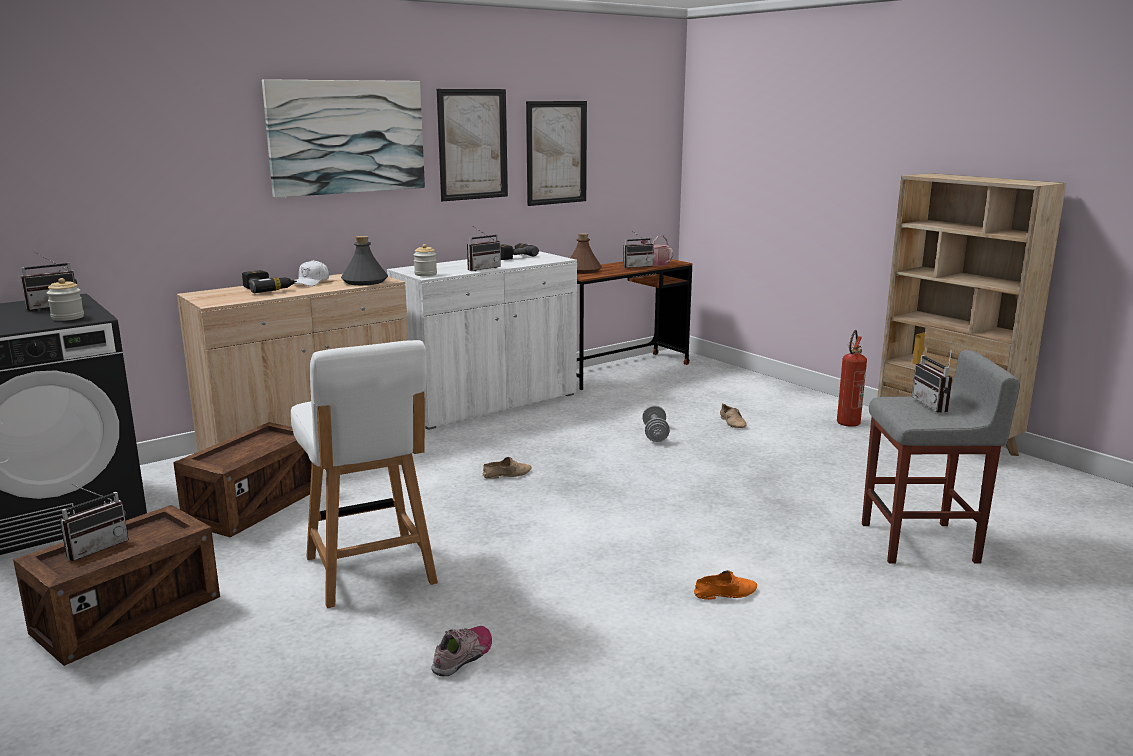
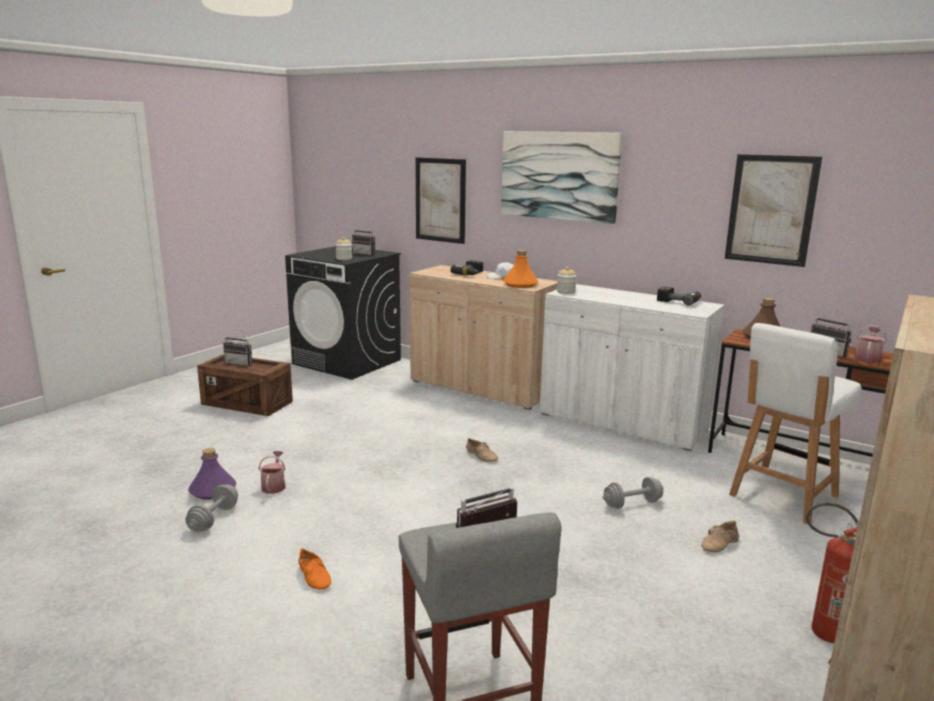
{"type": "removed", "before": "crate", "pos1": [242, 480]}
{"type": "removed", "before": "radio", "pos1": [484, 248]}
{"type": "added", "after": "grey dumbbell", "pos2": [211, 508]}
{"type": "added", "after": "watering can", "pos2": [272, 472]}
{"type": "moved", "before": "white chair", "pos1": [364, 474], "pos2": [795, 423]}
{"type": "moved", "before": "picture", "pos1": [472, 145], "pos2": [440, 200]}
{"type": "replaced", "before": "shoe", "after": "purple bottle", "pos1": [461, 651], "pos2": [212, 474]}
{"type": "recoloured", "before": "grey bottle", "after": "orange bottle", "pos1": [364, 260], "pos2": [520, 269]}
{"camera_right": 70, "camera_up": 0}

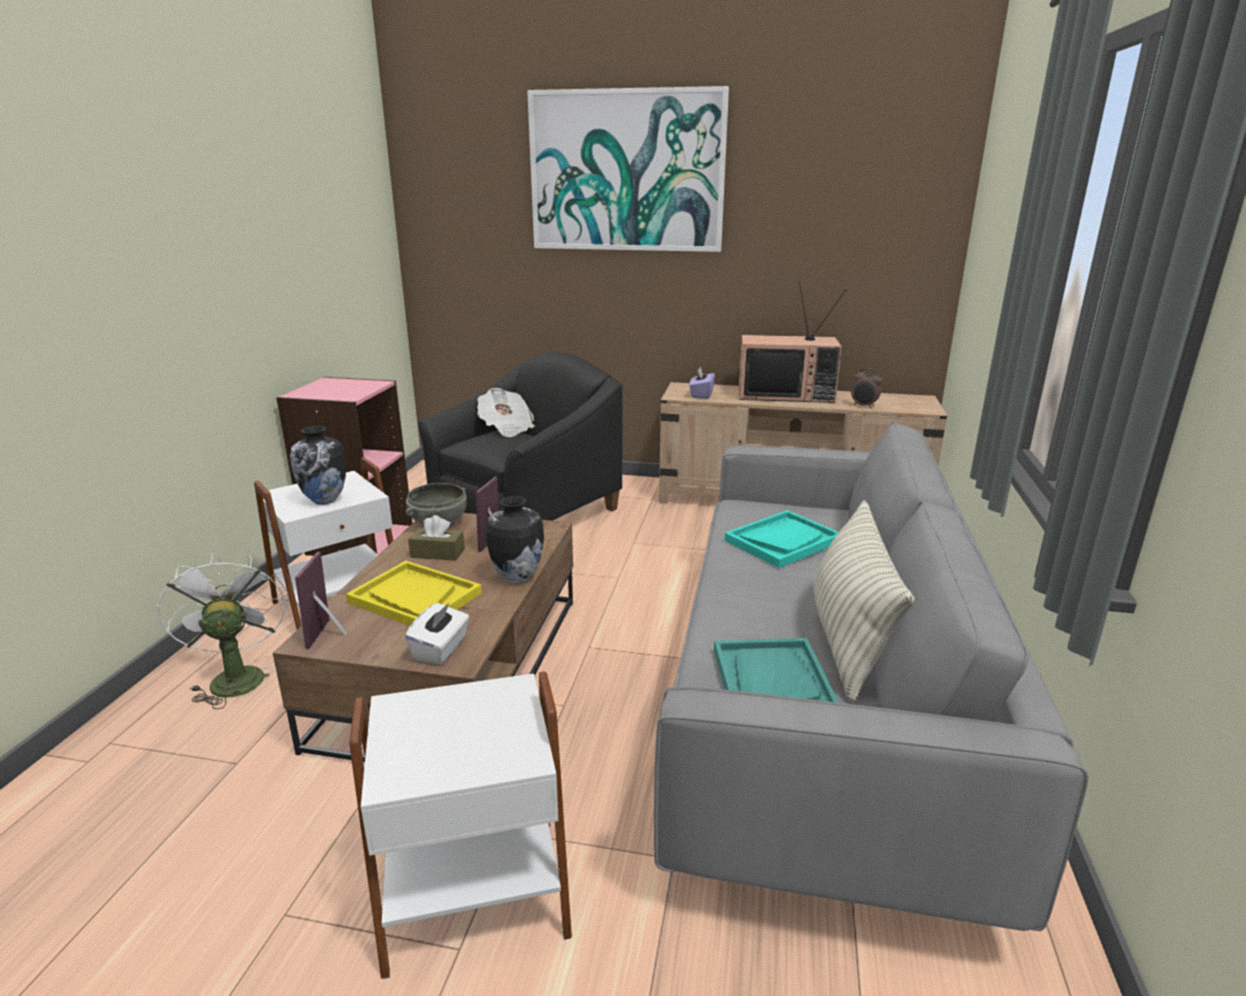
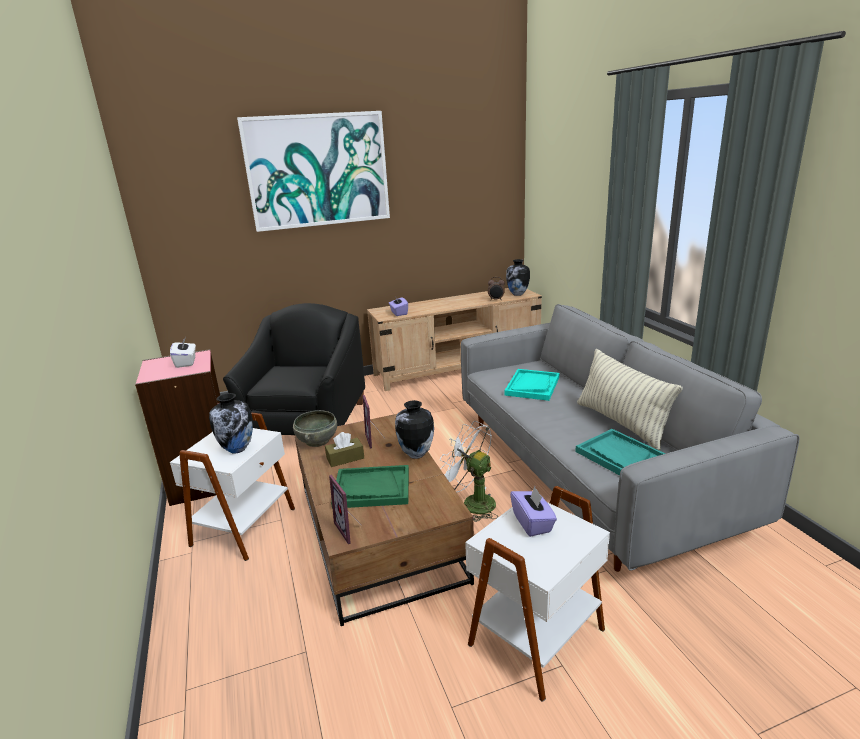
{"type": "removed", "before": "newspaper", "pos1": [506, 412]}
{"type": "removed", "before": "television", "pos1": [792, 342]}
{"type": "added", "after": "vase", "pos2": [518, 277]}
{"type": "added", "after": "purple tissue box", "pos2": [533, 511]}
{"type": "moved", "before": "white fan", "pos1": [221, 631], "pos2": [469, 471]}
{"type": "moved", "before": "white tissue box", "pos1": [437, 633], "pos2": [183, 352]}
{"type": "recoloured", "before": "yellow tray", "after": "green tray", "pos1": [414, 593], "pos2": [370, 486]}
{"camera_right": -30, "camera_up": 0}

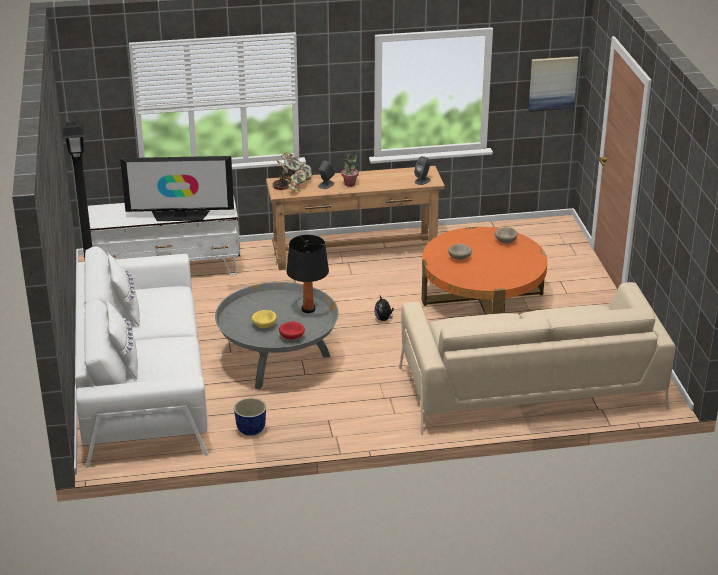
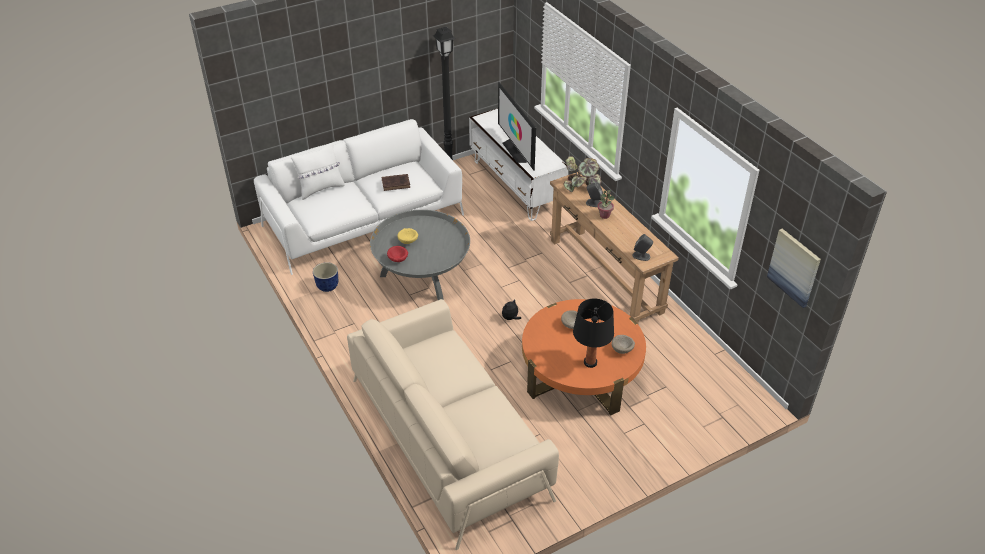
{"type": "removed", "before": "white pillow", "pos1": [124, 289]}
{"type": "added", "after": "brown book", "pos2": [396, 182]}
{"type": "moved", "before": "black table lamp", "pos1": [307, 274], "pos2": [593, 333]}
{"camera_right": 70, "camera_up": 10}

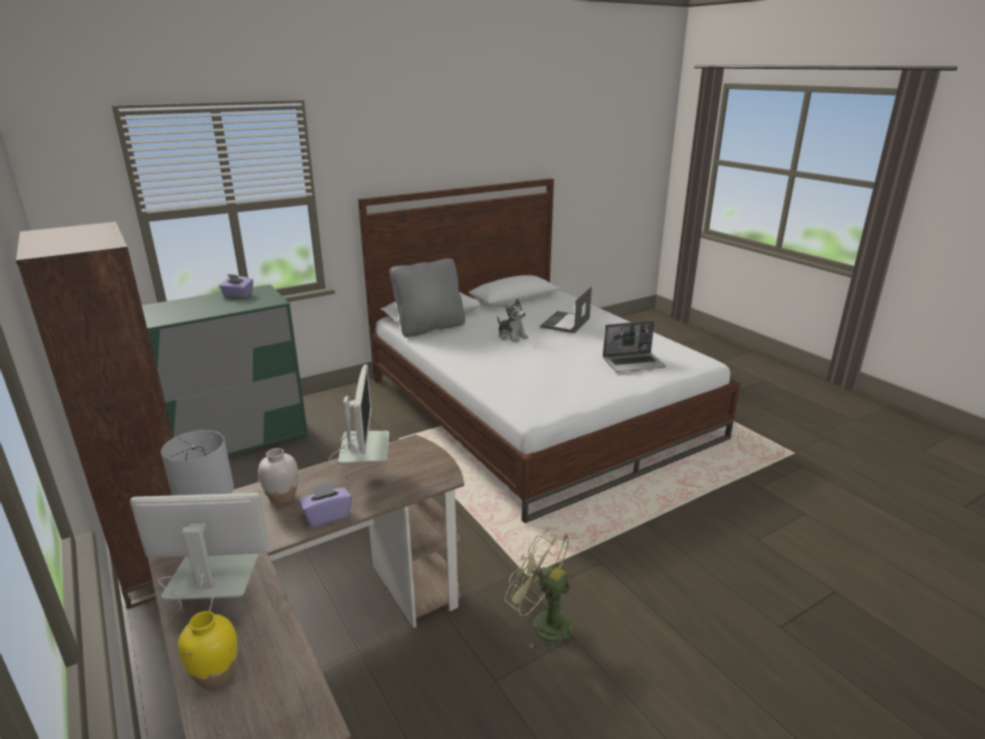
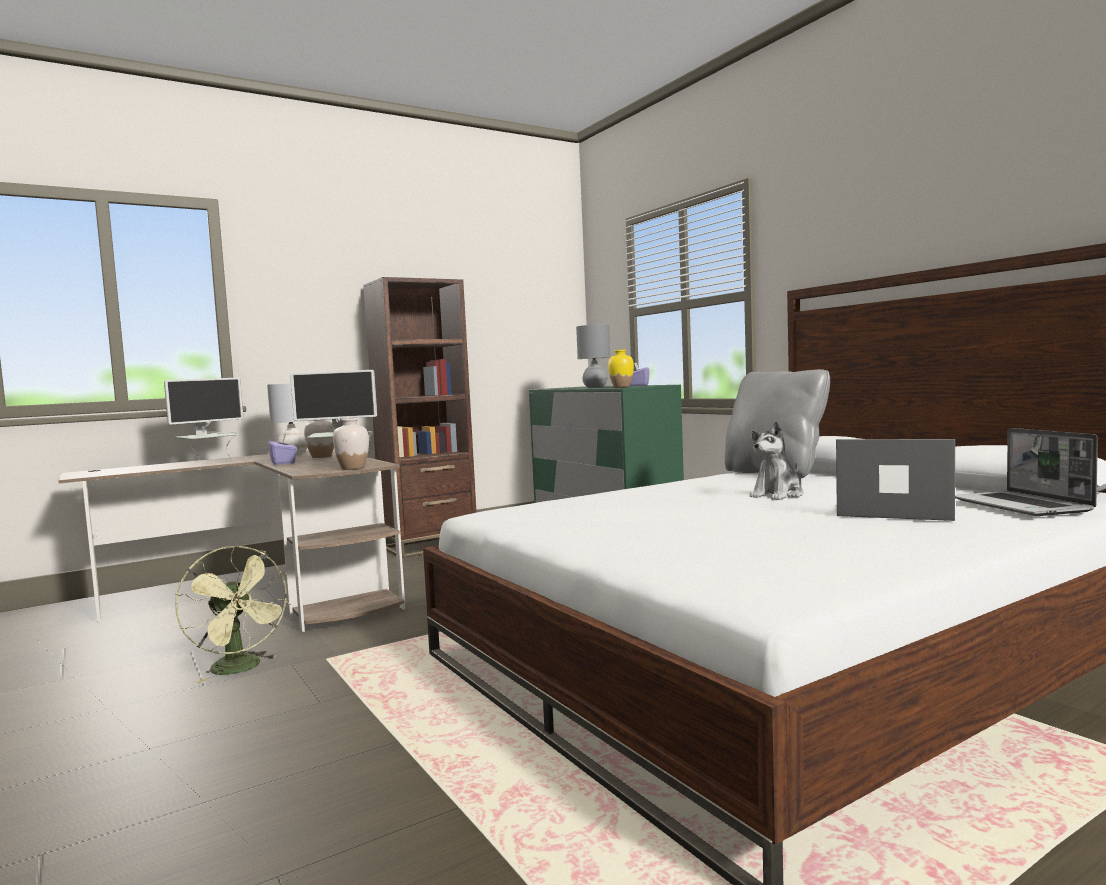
{"type": "added", "after": "white vase", "pos2": [351, 444]}
{"type": "added", "after": "grey table lamp", "pos2": [593, 356]}
{"type": "moved", "before": "yellow vase", "pos1": [207, 650], "pos2": [621, 368]}
{"type": "moved", "before": "laptop", "pos1": [634, 346], "pos2": [1026, 472]}
{"type": "turned", "before": "monitor", "pos1": [200, 552], "pos2": [204, 419], "turn": 45}
{"type": "turned", "before": "green fan", "pos1": [540, 590], "pos2": [233, 614], "turn": 105}
{"camera_right": 90, "camera_up": -20}

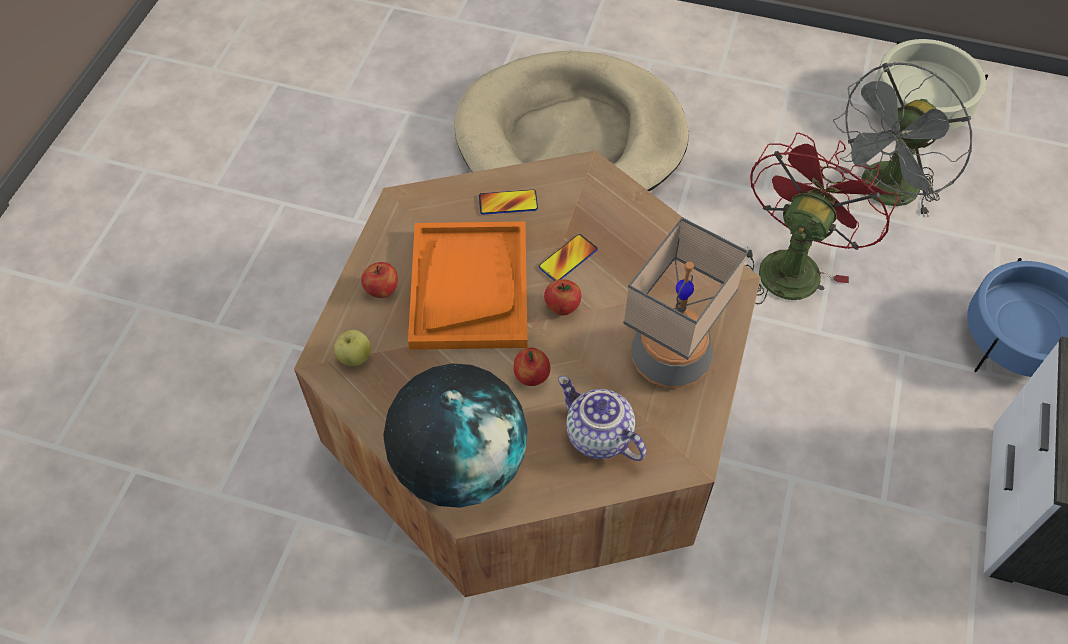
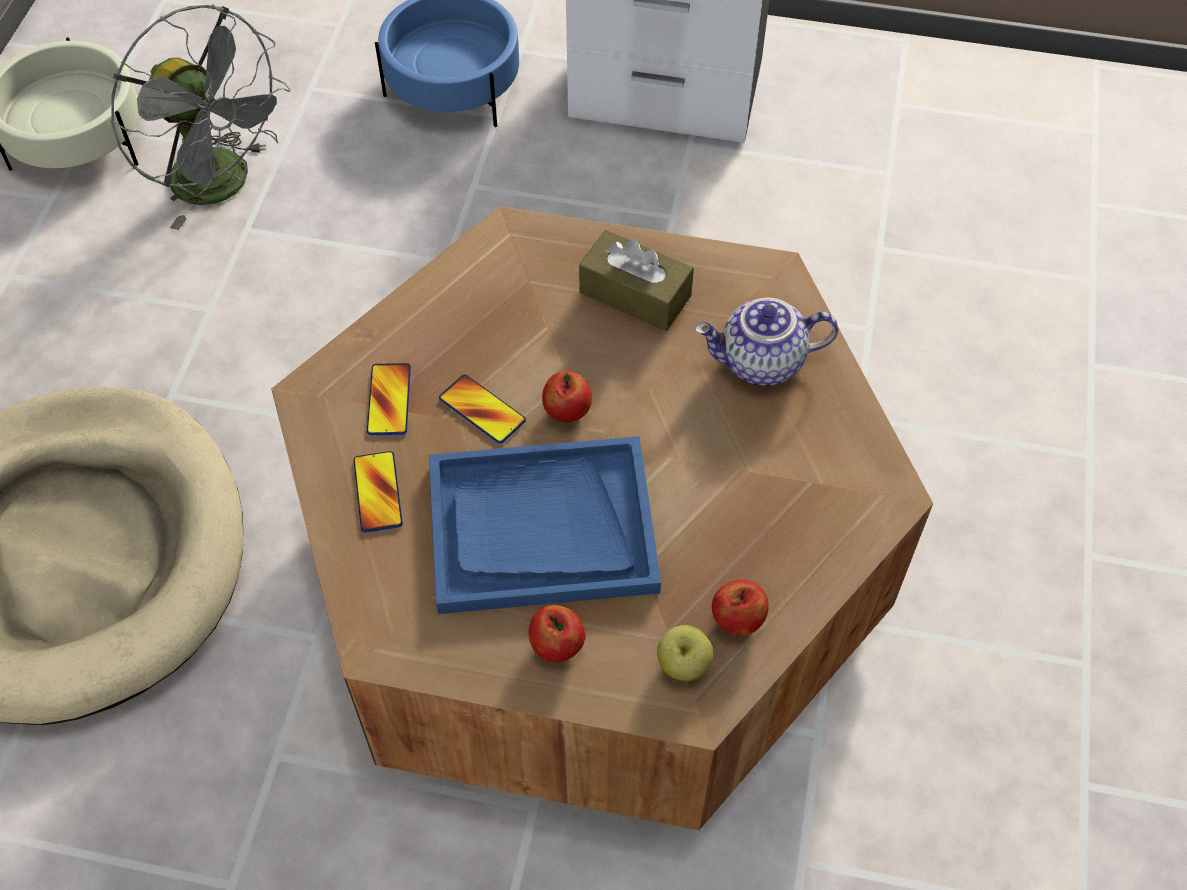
{"type": "removed", "before": "globe", "pos1": [455, 435]}
{"type": "removed", "before": "red fan", "pos1": [821, 218]}
{"type": "added", "after": "phone", "pos2": [389, 399]}
{"type": "moved", "before": "apple", "pos1": [532, 367], "pos2": [740, 608]}
{"type": "replaced", "before": "table lamp", "after": "brown tissue box", "pos1": [685, 302], "pos2": [636, 280]}
{"type": "recoloured", "before": "orange tray", "after": "blue tray", "pos1": [468, 286], "pos2": [545, 525]}
{"type": "turned", "before": "teapot", "pos1": [602, 418], "pos2": [766, 342], "turn": 45}
{"camera_right": -95, "camera_up": 0}

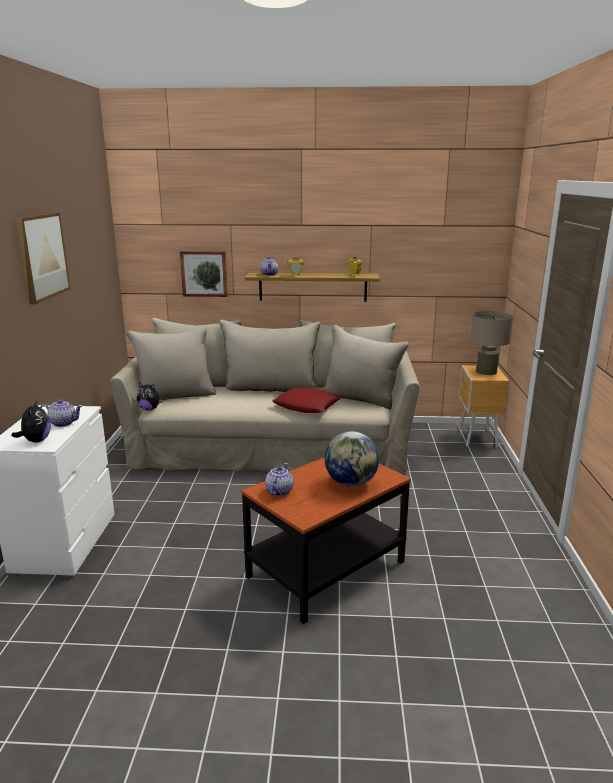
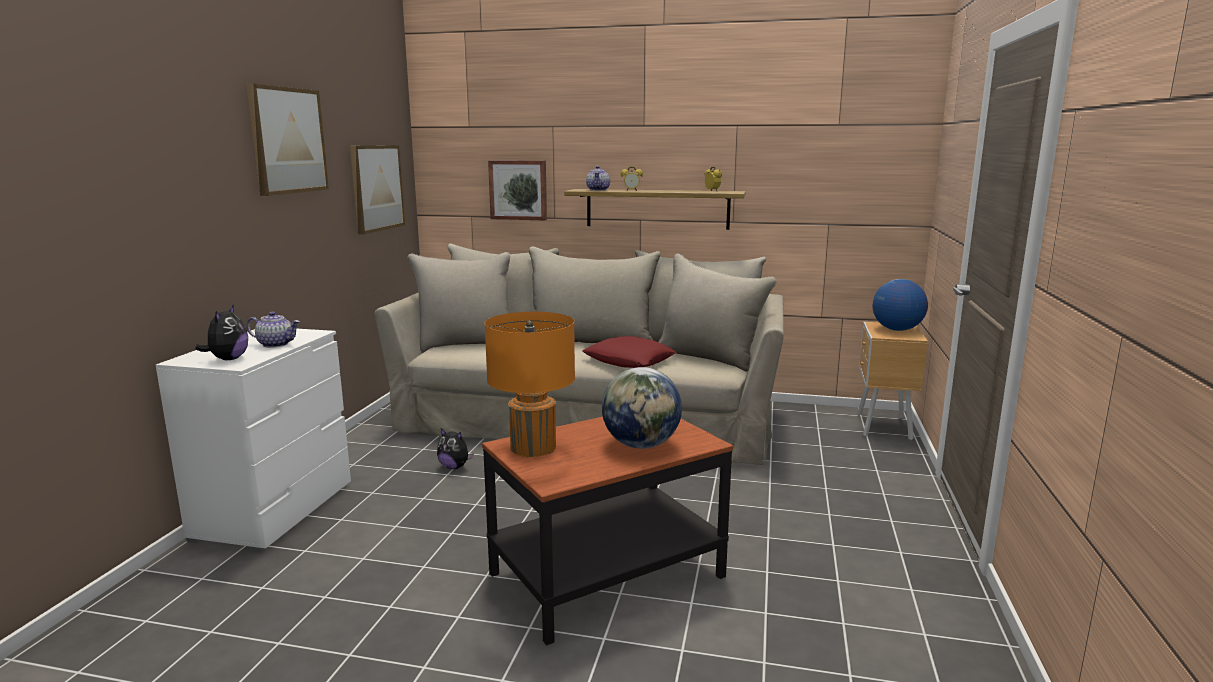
{"type": "added", "after": "picture", "pos2": [377, 189]}
{"type": "moved", "before": "plush toy", "pos1": [150, 397], "pos2": [455, 448]}
{"type": "replaced", "before": "teapot", "after": "orange table lamp", "pos1": [279, 479], "pos2": [529, 384]}
{"type": "replaced", "before": "beige table lamp", "after": "globe", "pos1": [491, 343], "pos2": [900, 305]}
{"camera_right": 10, "camera_up": -5}

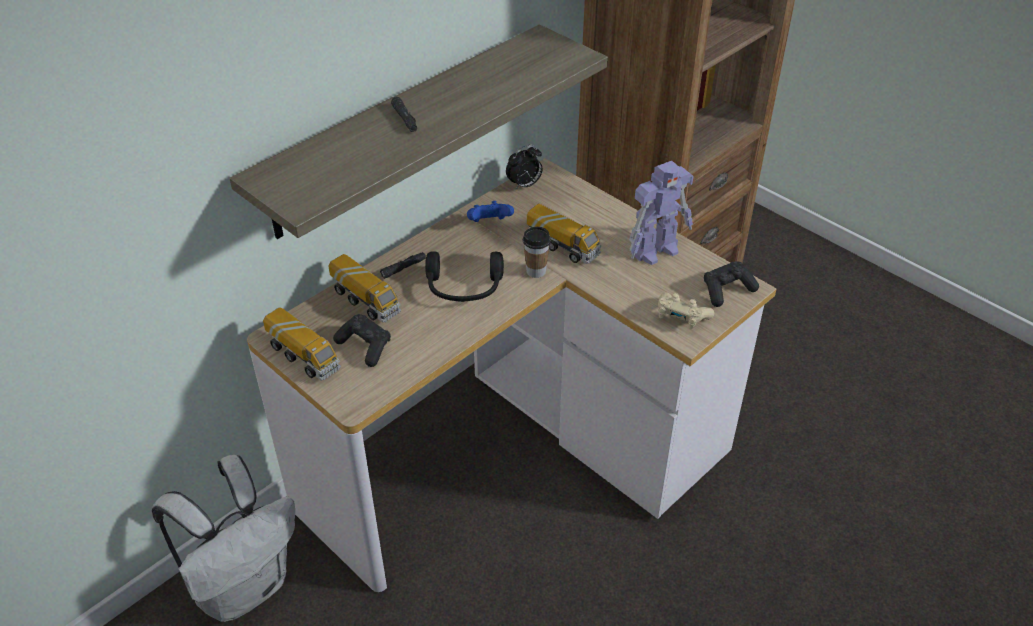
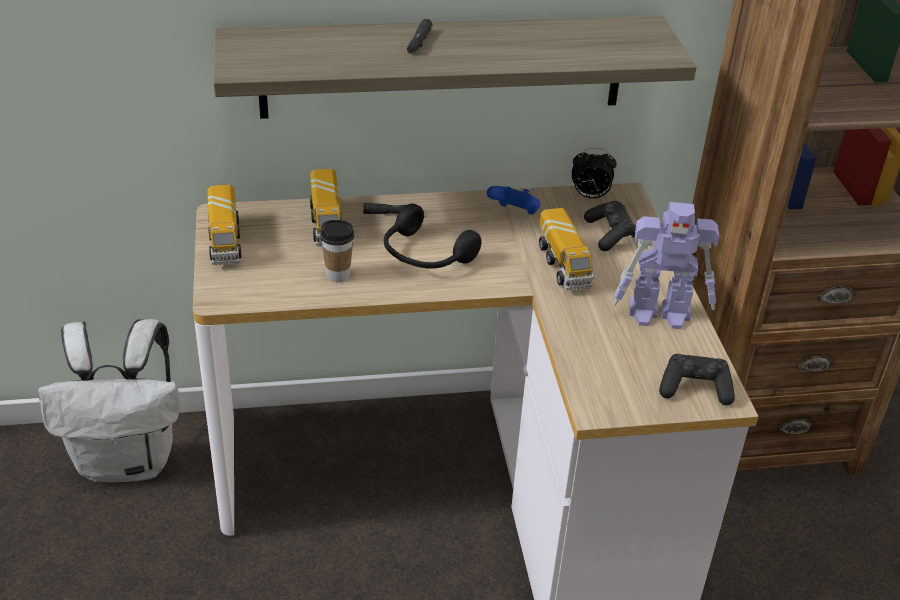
{"type": "removed", "before": "beige game controller", "pos1": [686, 310]}
{"type": "moved", "before": "black game controller", "pos1": [362, 340], "pos2": [610, 226]}
{"type": "moved", "before": "cup", "pos1": [537, 252], "pos2": [337, 251]}
{"camera_right": 35, "camera_up": -5}

